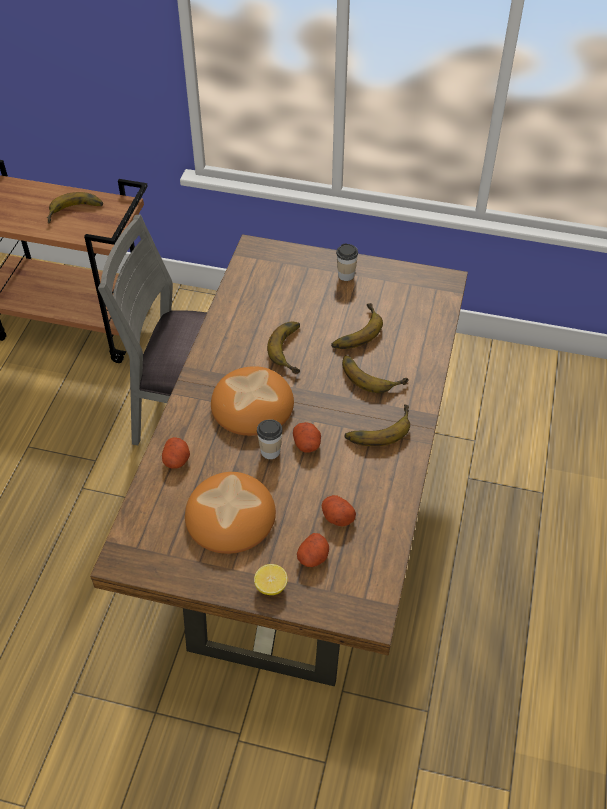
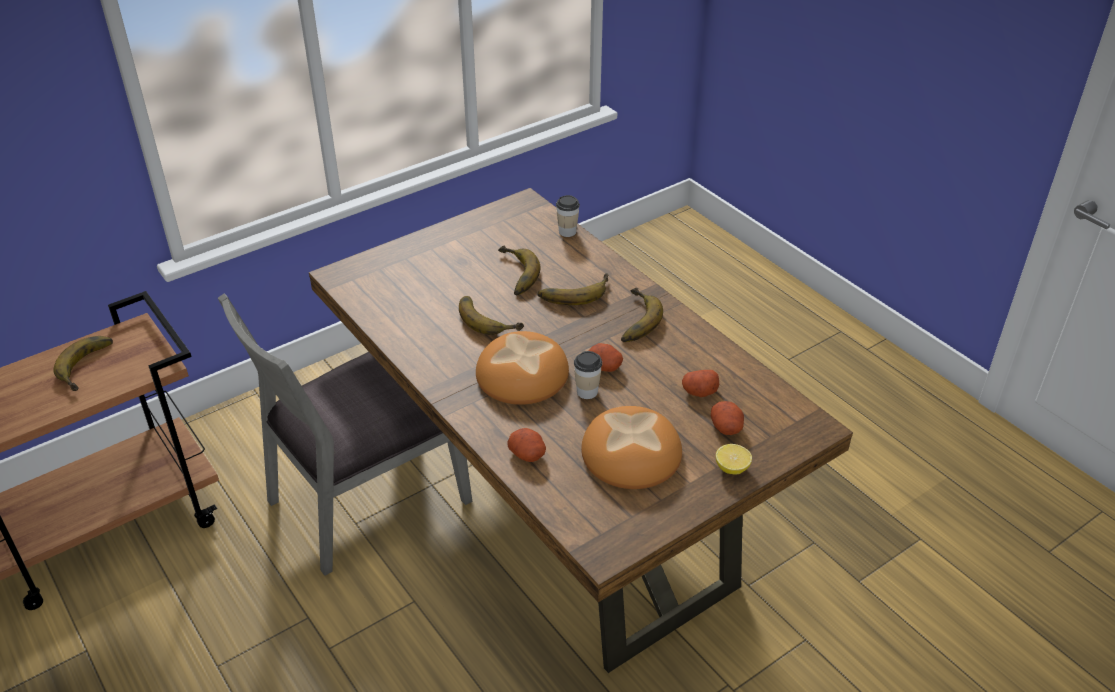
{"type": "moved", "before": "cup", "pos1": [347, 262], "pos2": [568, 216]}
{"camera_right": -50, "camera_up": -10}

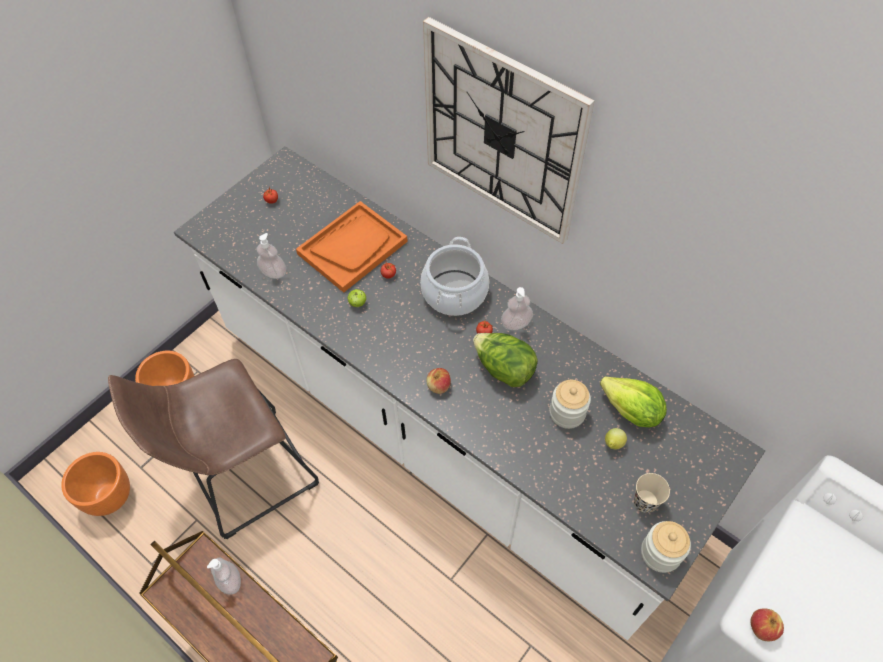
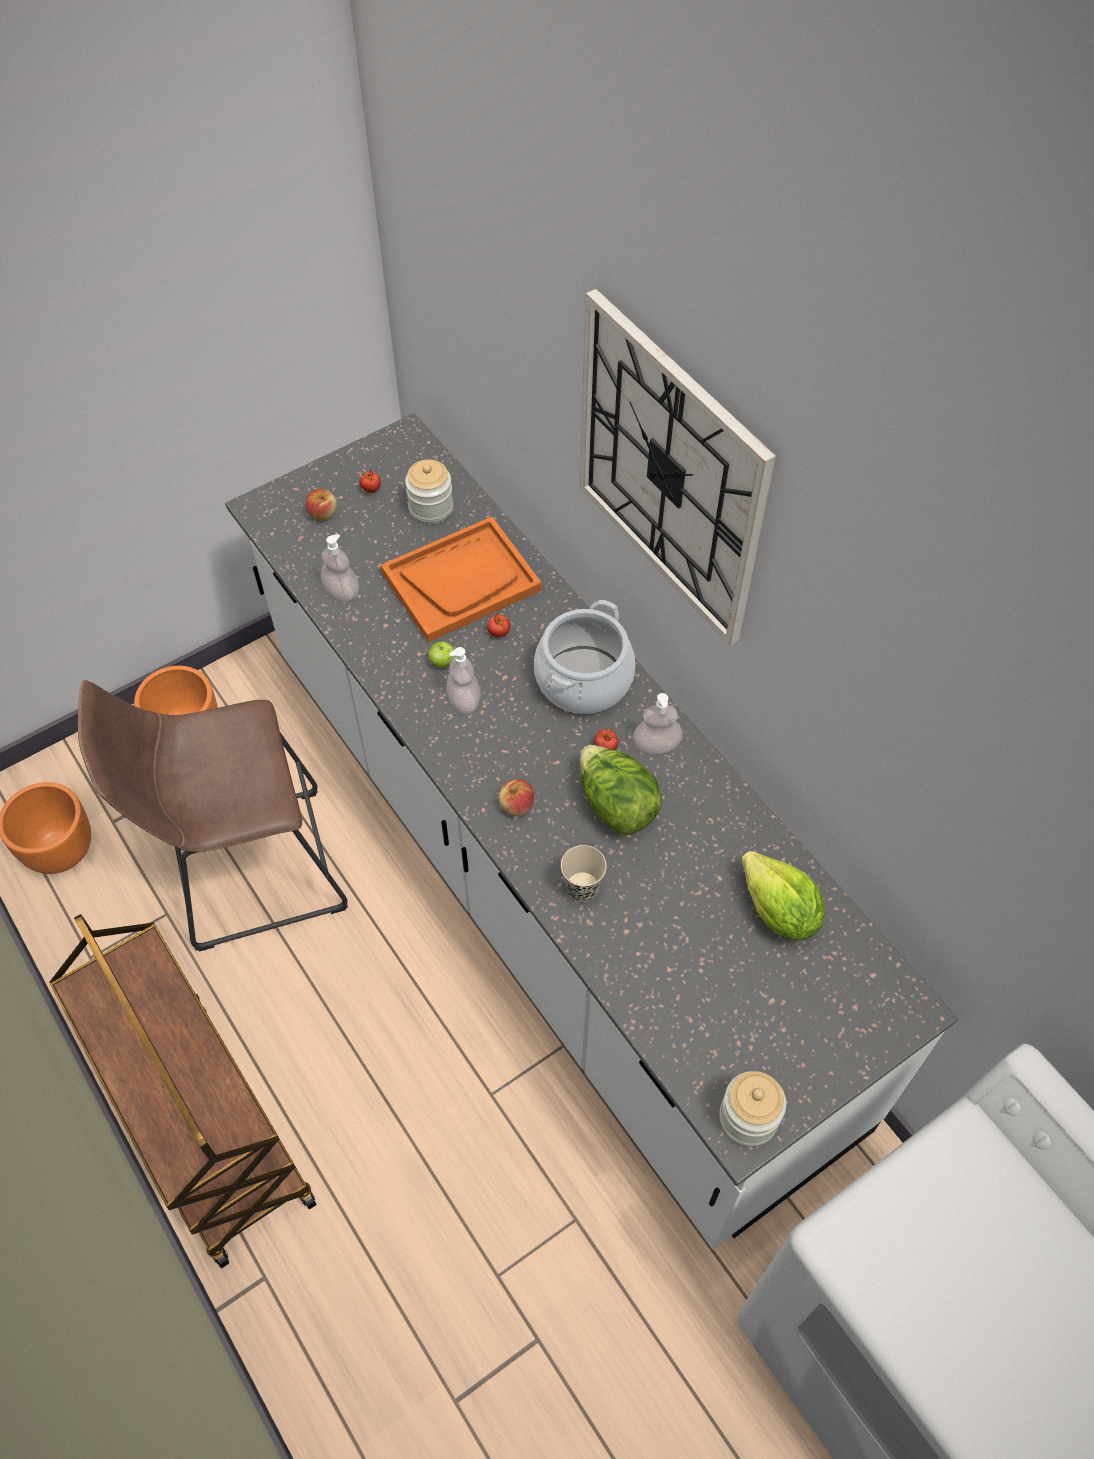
{"type": "removed", "before": "lemon", "pos1": [616, 439]}
{"type": "moved", "before": "soap dispenser", "pos1": [224, 576], "pos2": [463, 680]}
{"type": "moved", "before": "jar", "pos1": [570, 404], "pos2": [429, 492]}
{"type": "moved", "before": "beige cup", "pos1": [652, 493], "pos2": [584, 873]}
{"type": "moved", "before": "apple", "pos1": [767, 624], "pos2": [321, 505]}
{"camera_right": 15, "camera_up": 0}

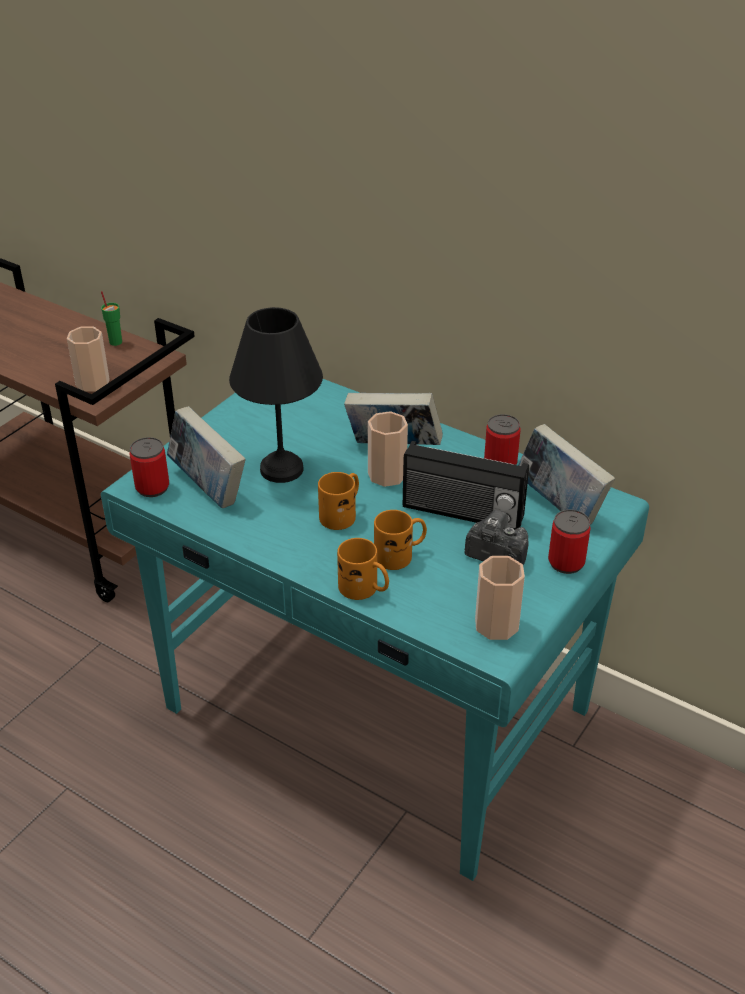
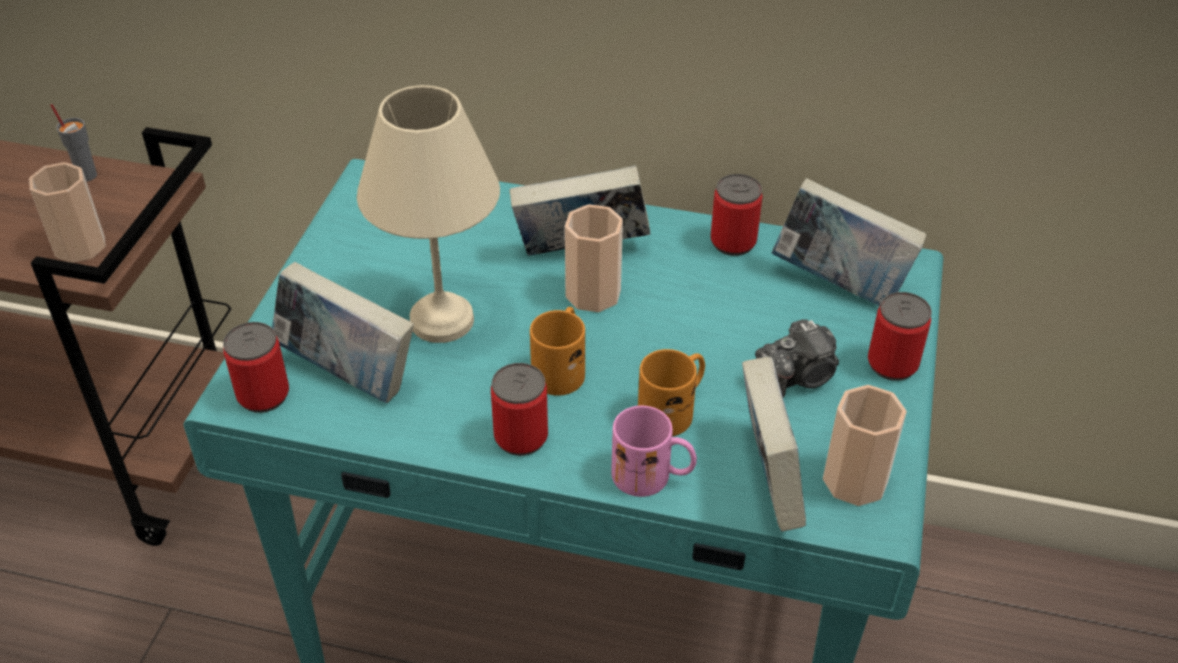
{"type": "removed", "before": "radio", "pos1": [466, 485]}
{"type": "added", "after": "can", "pos2": [519, 409]}
{"type": "added", "after": "book", "pos2": [774, 444]}
{"type": "recoloured", "before": "green cup", "after": "grey cup", "pos1": [111, 318], "pos2": [73, 143]}
{"type": "recoloured", "before": "black table lamp", "after": "beige table lamp", "pos1": [276, 395], "pos2": [428, 214]}
{"type": "recoloured", "before": "orange mug", "after": "pink mug", "pos1": [363, 569], "pos2": [654, 451]}
{"type": "turned", "before": "photo camera", "pos1": [496, 537], "pos2": [797, 358], "turn": 150}
{"camera_right": -20, "camera_up": 5}

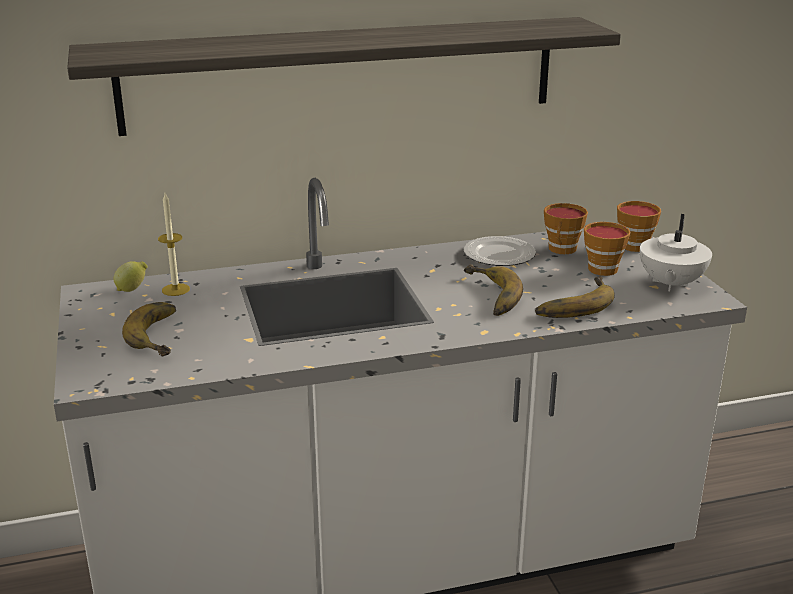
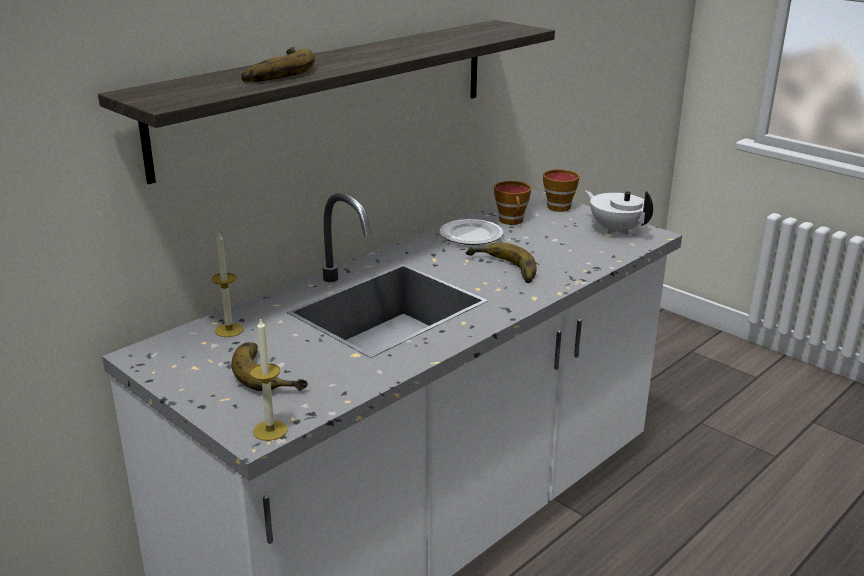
{"type": "removed", "before": "lemon", "pos1": [131, 276]}
{"type": "removed", "before": "cup", "pos1": [607, 249]}
{"type": "added", "after": "candle", "pos2": [269, 379]}
{"type": "moved", "before": "banana", "pos1": [575, 297], "pos2": [278, 64]}
{"type": "turned", "before": "white teapot", "pos1": [676, 252], "pos2": [619, 212], "turn": 150}
{"camera_right": -30, "camera_up": 0}

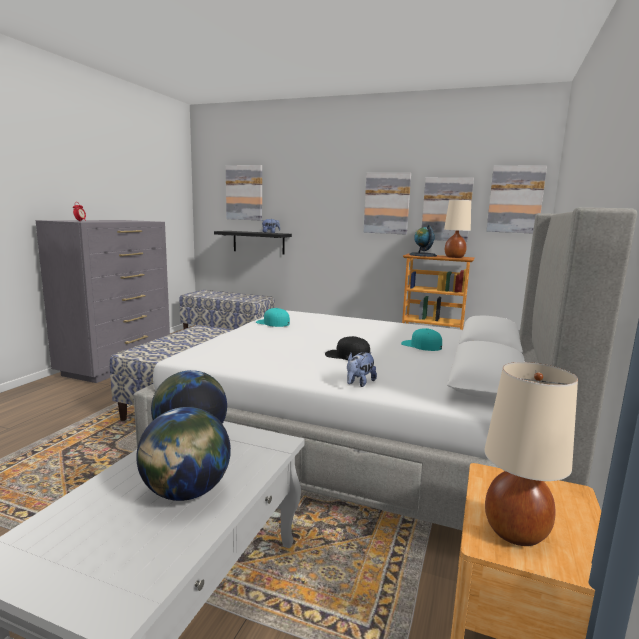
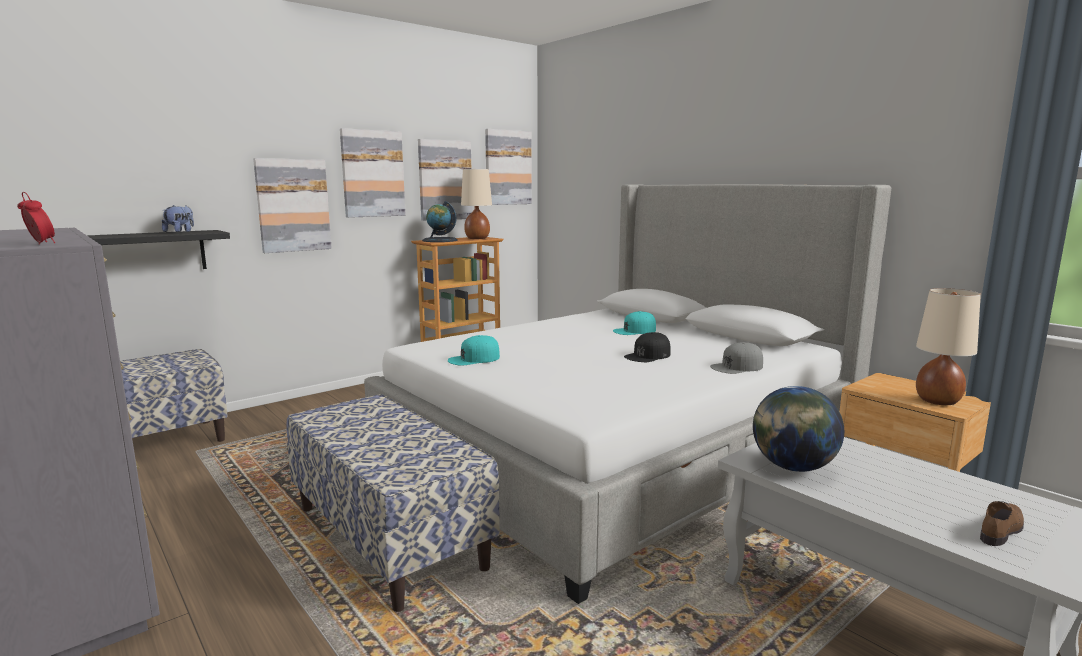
{"type": "removed", "before": "globe", "pos1": [183, 454]}
{"type": "added", "after": "brown shoe", "pos2": [1002, 523]}
{"type": "moved", "before": "picture", "pos1": [244, 192], "pos2": [292, 205]}
{"type": "replaced", "before": "plush toy", "after": "grey cap", "pos1": [362, 369], "pos2": [736, 358]}
{"camera_right": -60, "camera_up": 0}

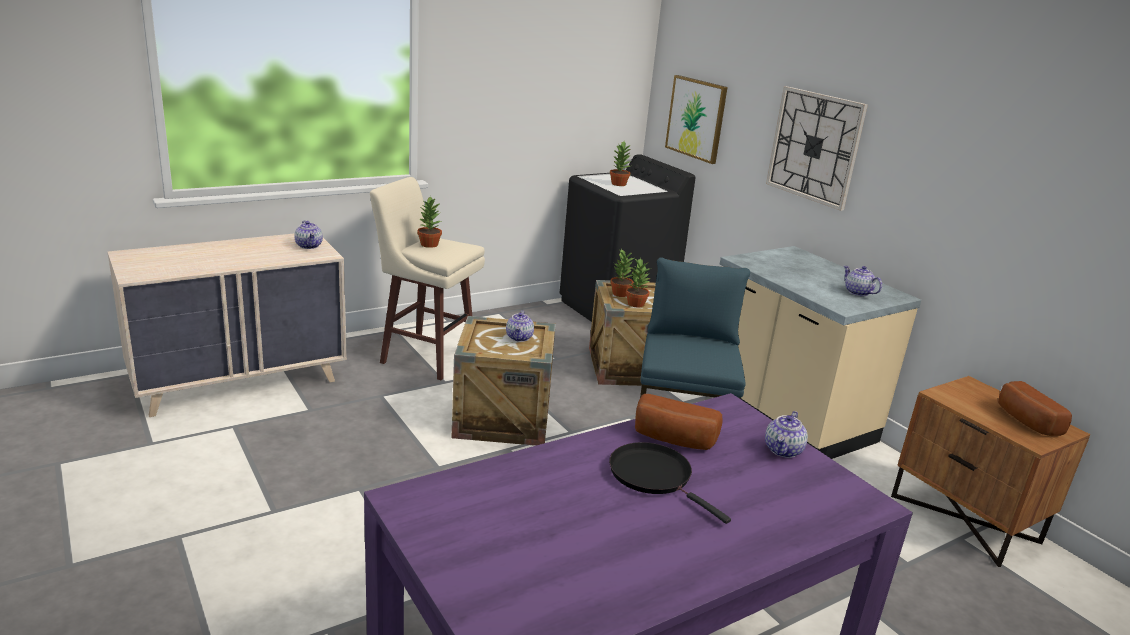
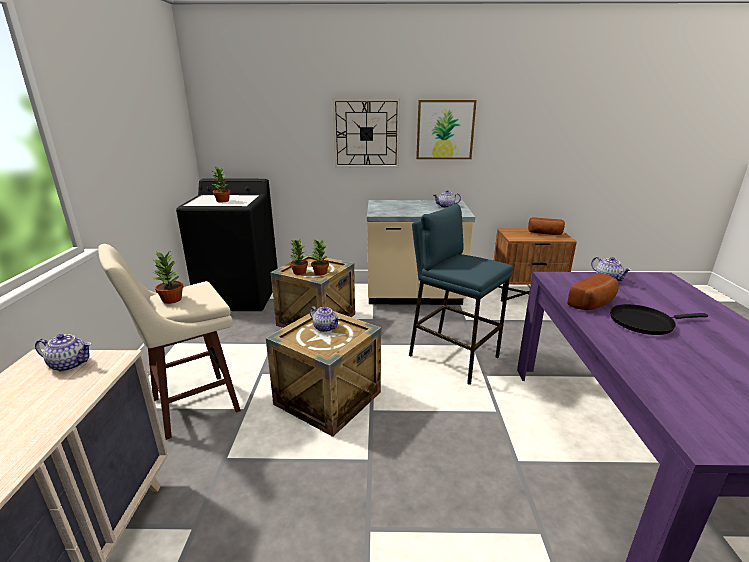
{"type": "moved", "before": "picture", "pos1": [696, 119], "pos2": [446, 129]}
{"camera_right": -55, "camera_up": 0}

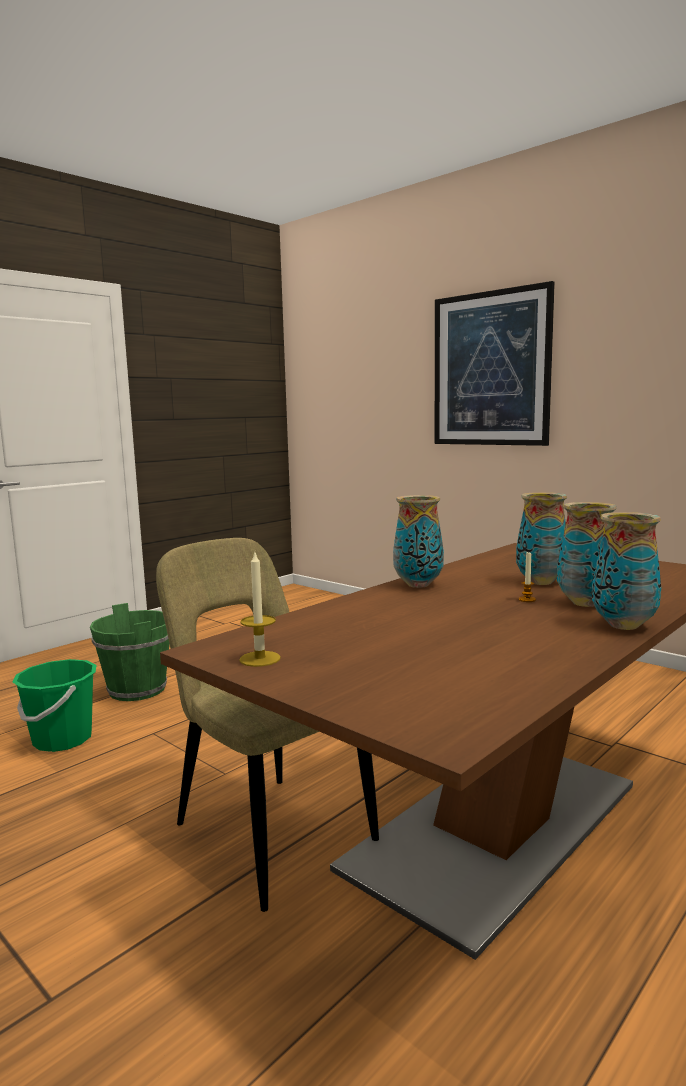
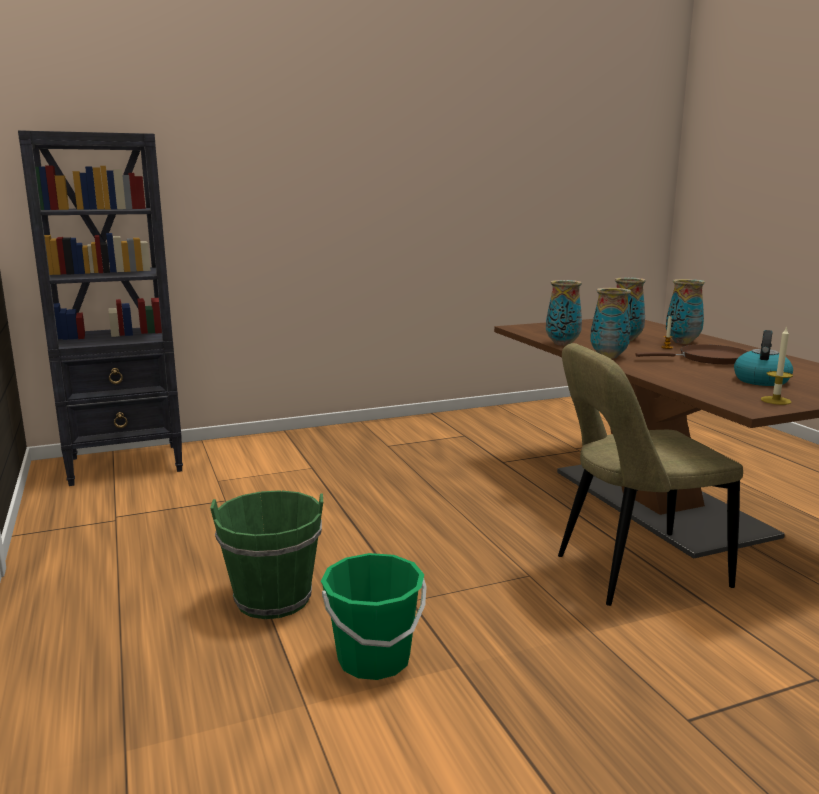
{"type": "removed", "before": "picture", "pos1": [495, 363]}
{"type": "added", "after": "black bookcase", "pos2": [100, 308]}
{"type": "added", "after": "brown frying pan", "pos2": [691, 354]}
{"type": "added", "after": "kettle", "pos2": [763, 358]}
{"type": "moved", "before": "vase", "pos1": [626, 571], "pos2": [564, 313]}
{"camera_right": -65, "camera_up": 5}

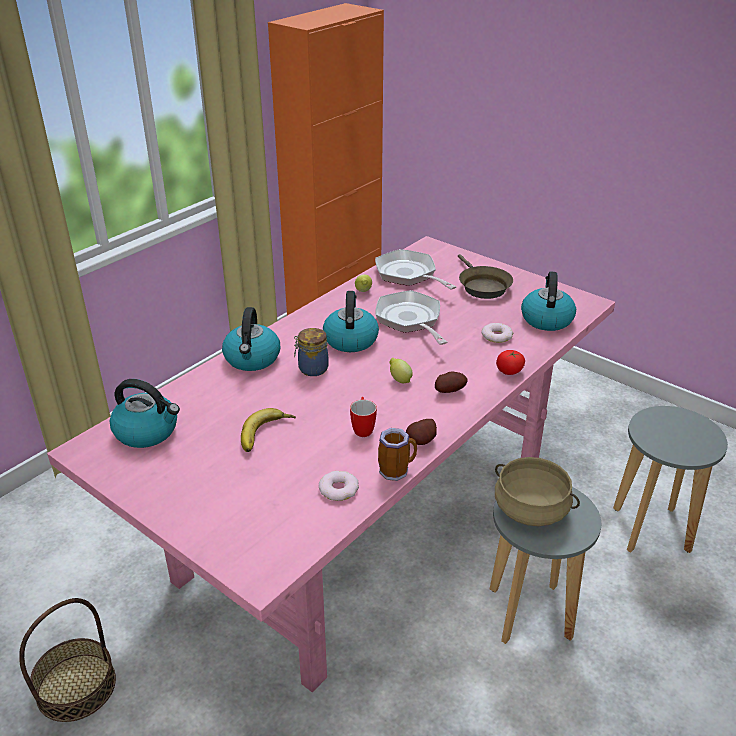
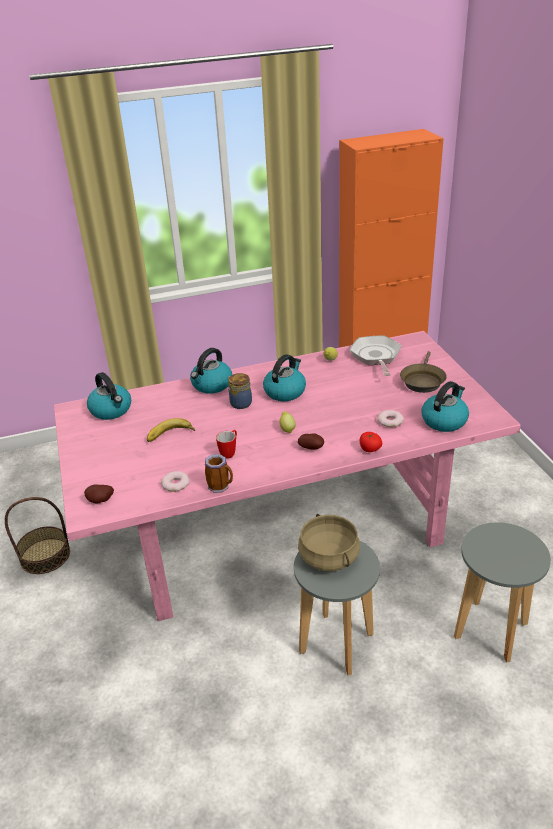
{"type": "removed", "before": "frying pan", "pos1": [411, 317]}
{"type": "moved", "before": "potato", "pos1": [421, 432], "pos2": [99, 494]}
{"camera_right": 35, "camera_up": 0}

